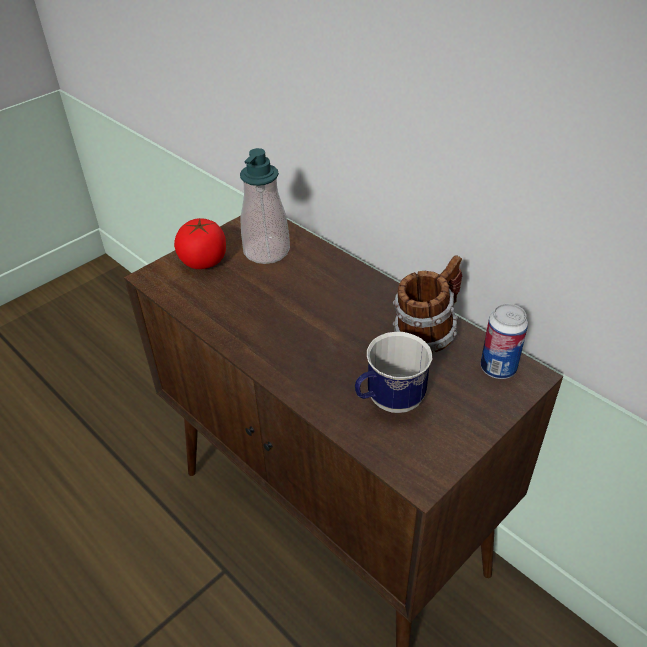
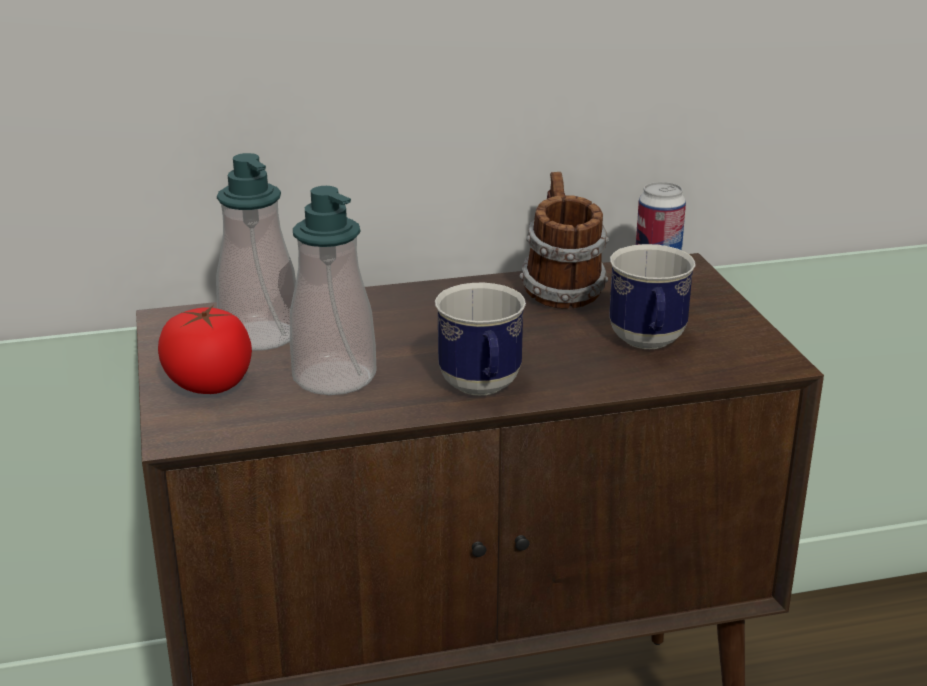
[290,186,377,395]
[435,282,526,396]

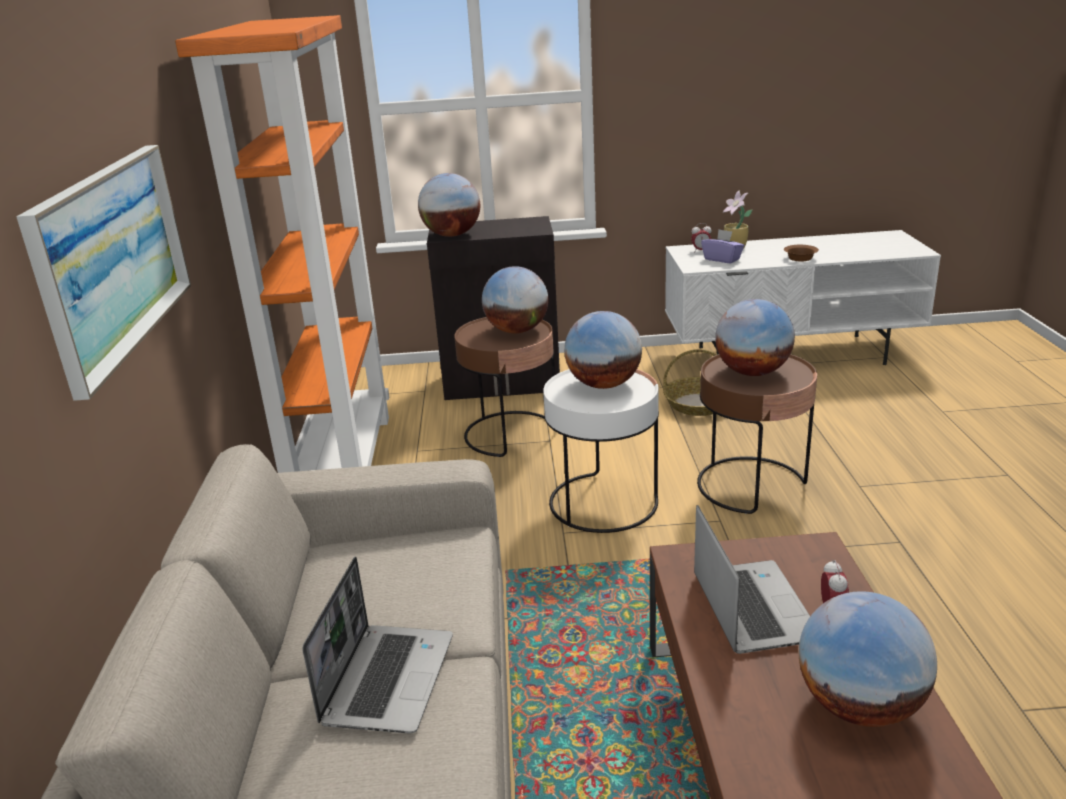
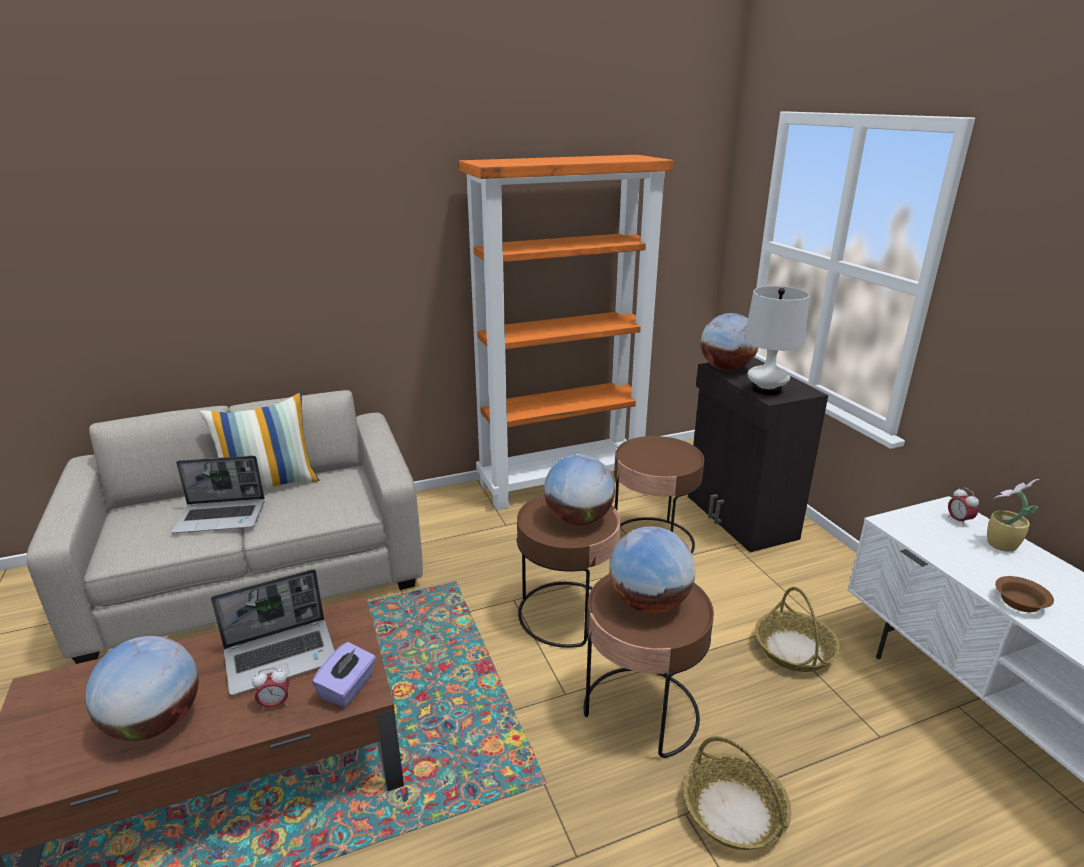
[200,393,319,489]
[312,642,376,707]
[517,495,620,648]
[684,736,791,850]
[744,286,810,396]
[17,145,191,401] (first image)
[482,266,548,334] (first image)

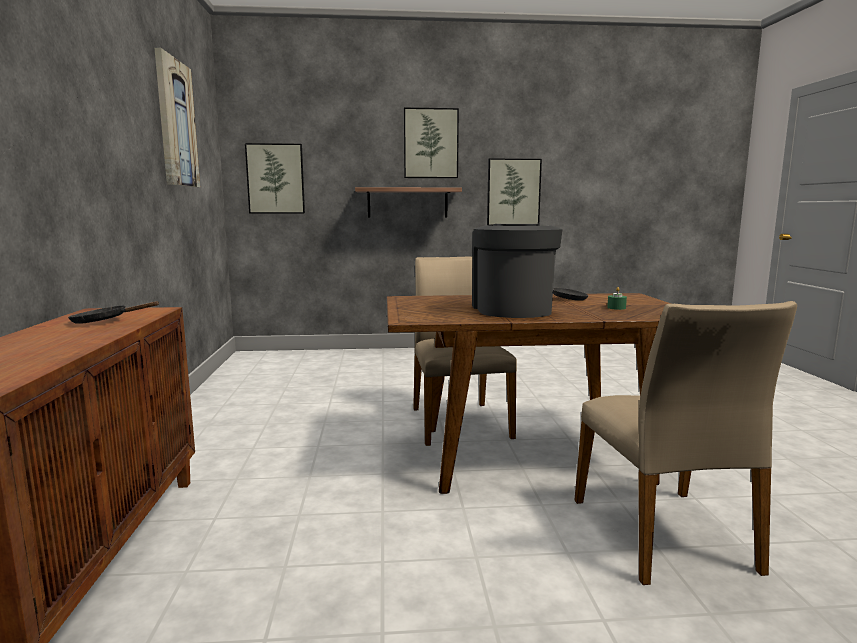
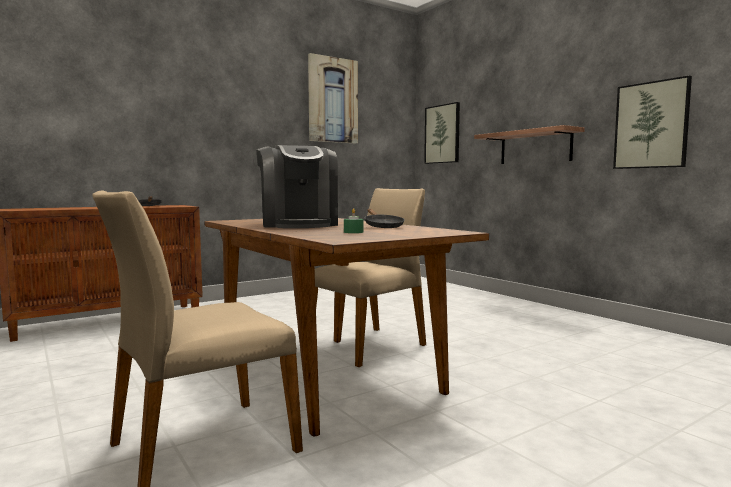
[256,145,338,228]
[404,107,459,178] (first image)

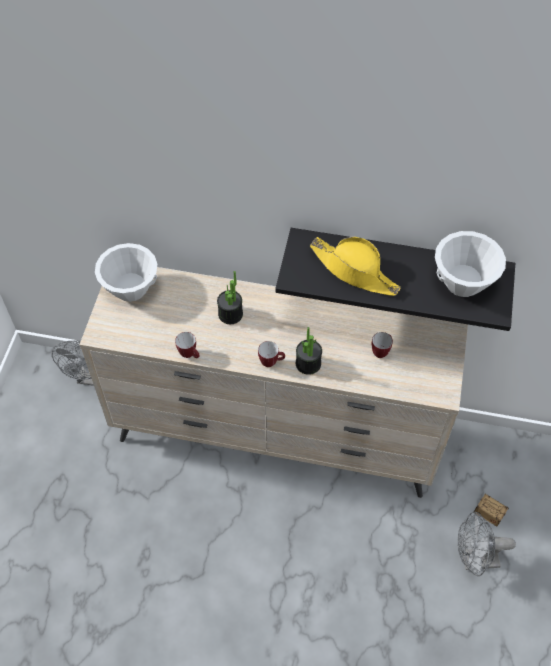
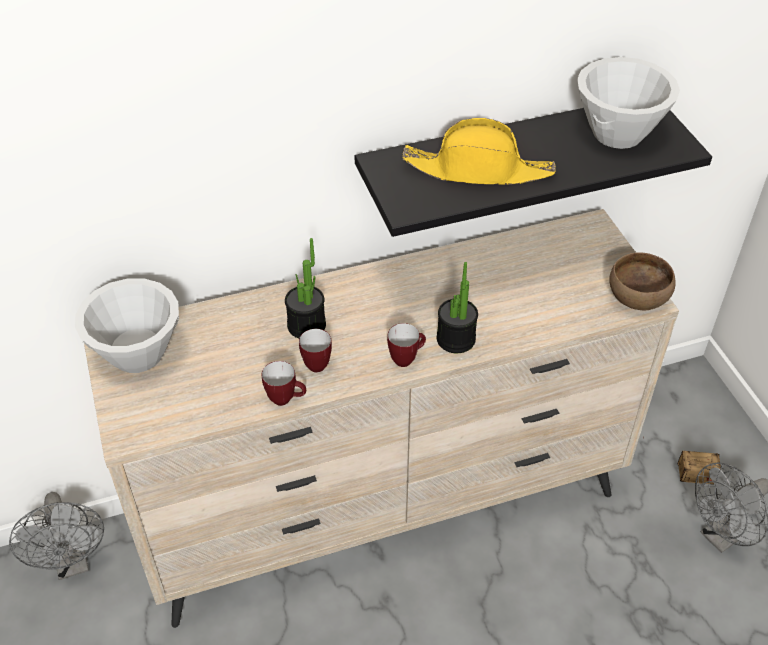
[299,329,332,373]
[609,252,676,310]

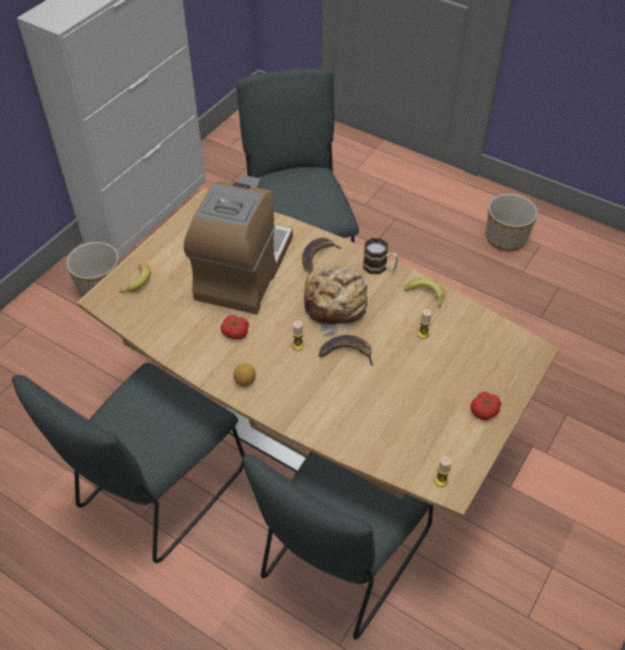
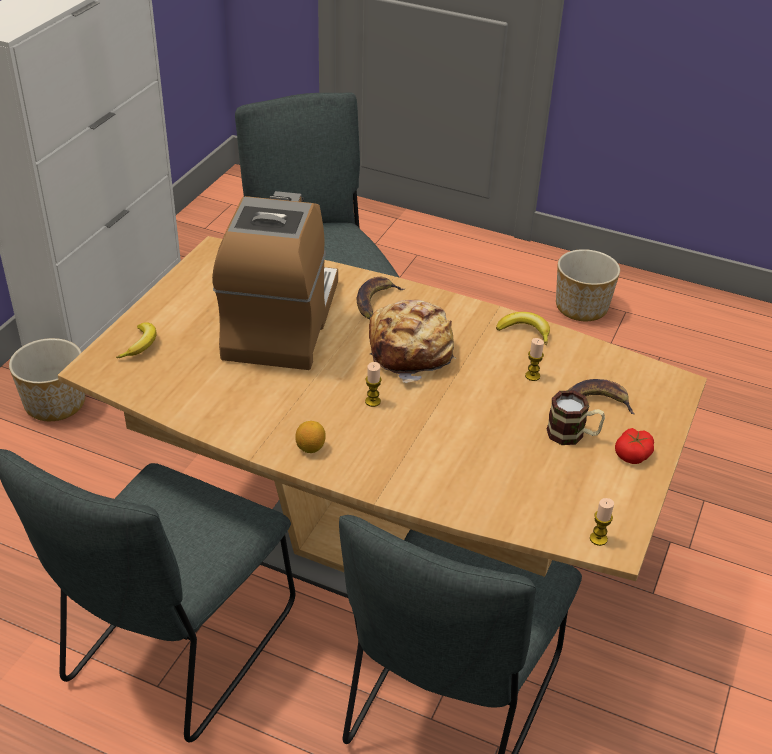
[547,390,605,445]
[567,379,634,414]
[221,315,249,340] (first image)

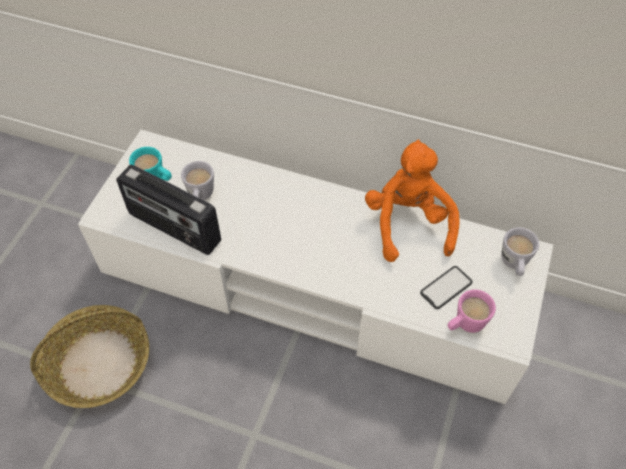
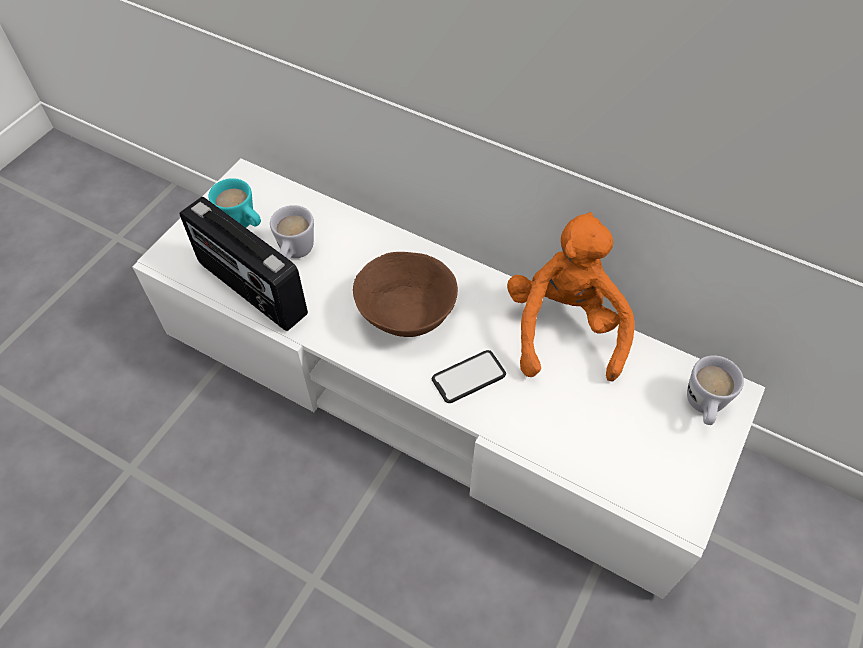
[353,252,458,337]
[432,350,506,403]
[30,305,149,408] (first image)
[447,290,496,333] (first image)

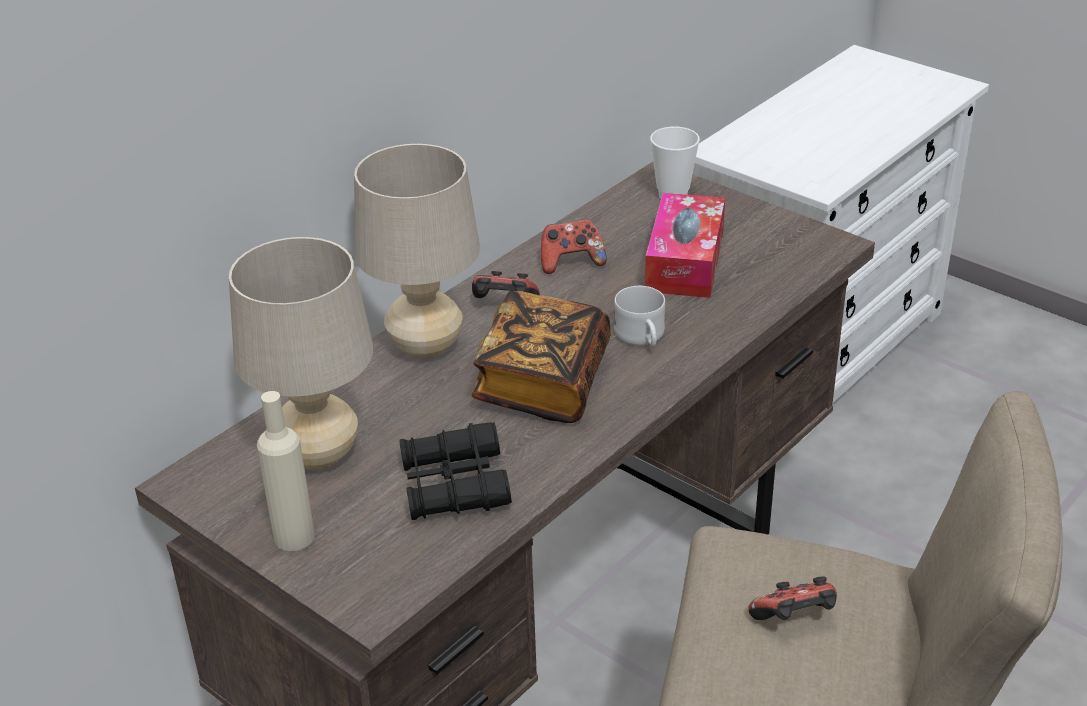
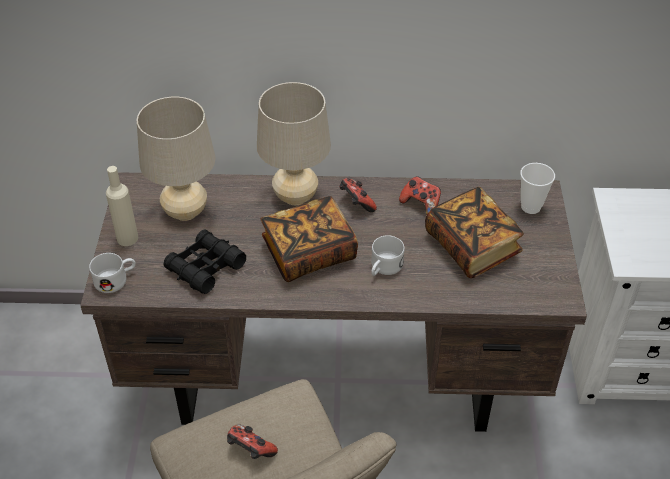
[89,253,136,293]
[425,187,524,278]

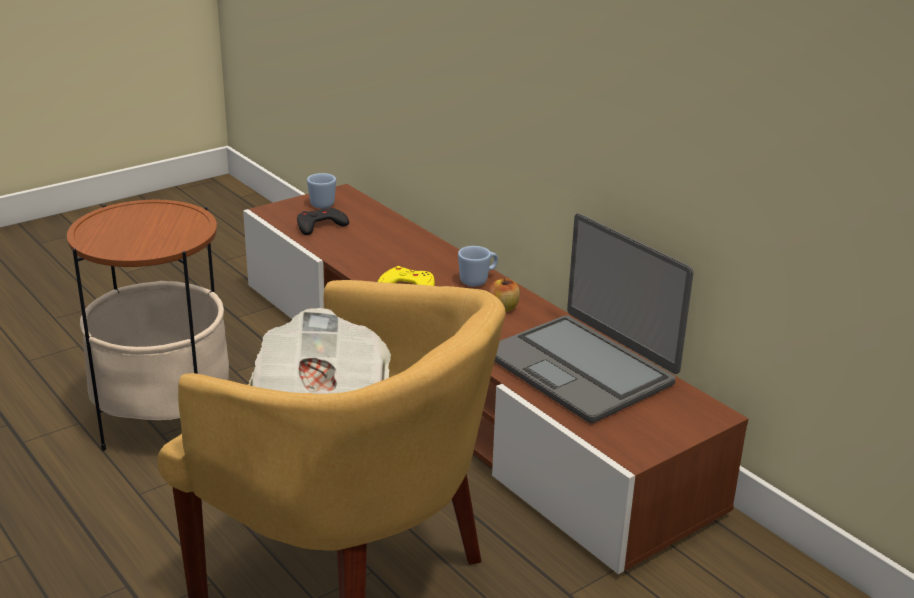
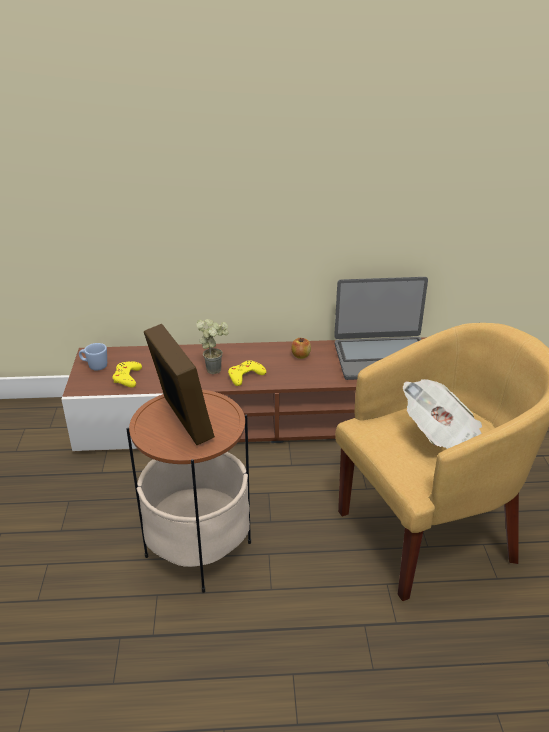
[112,361,142,388]
[144,324,215,445]
[196,319,229,374]
[458,246,498,286] (first image)

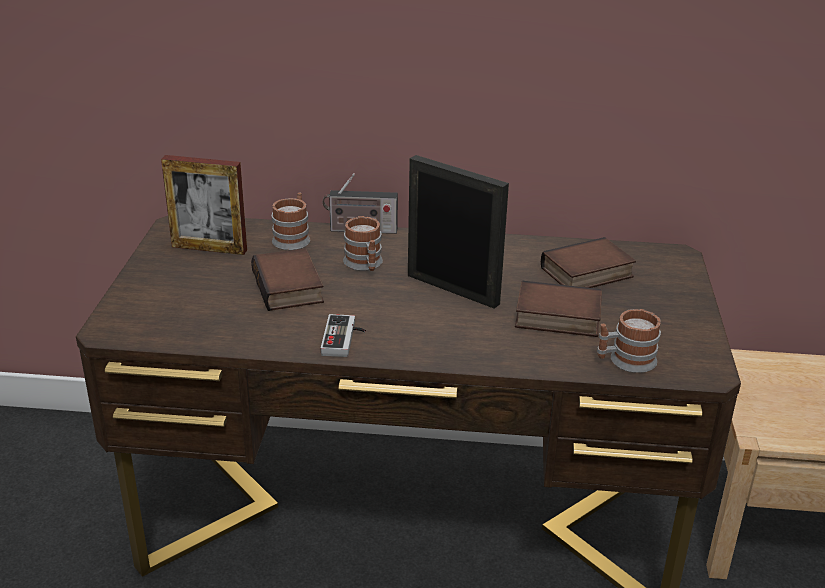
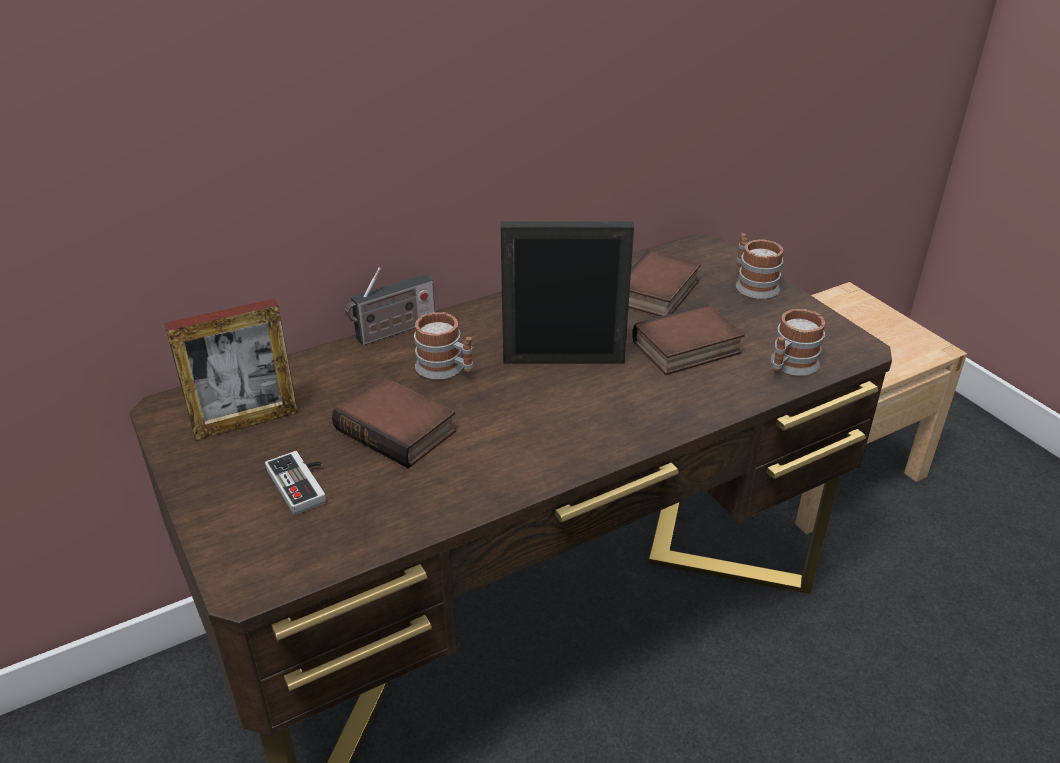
[265,451,326,515]
[736,233,783,299]

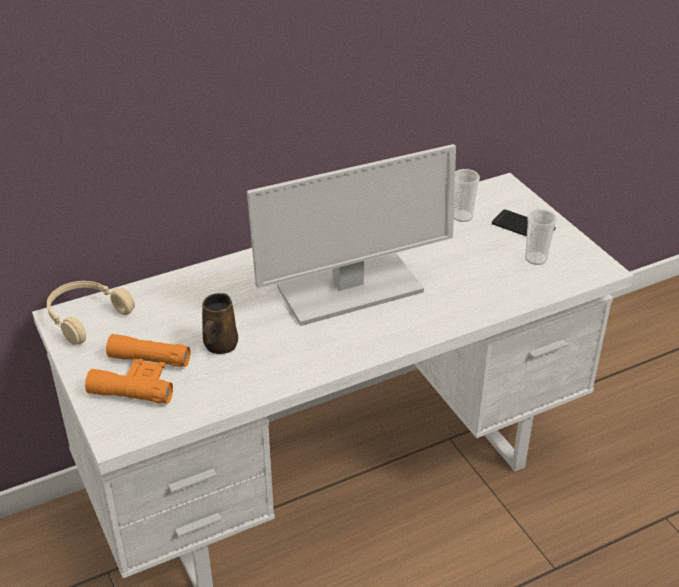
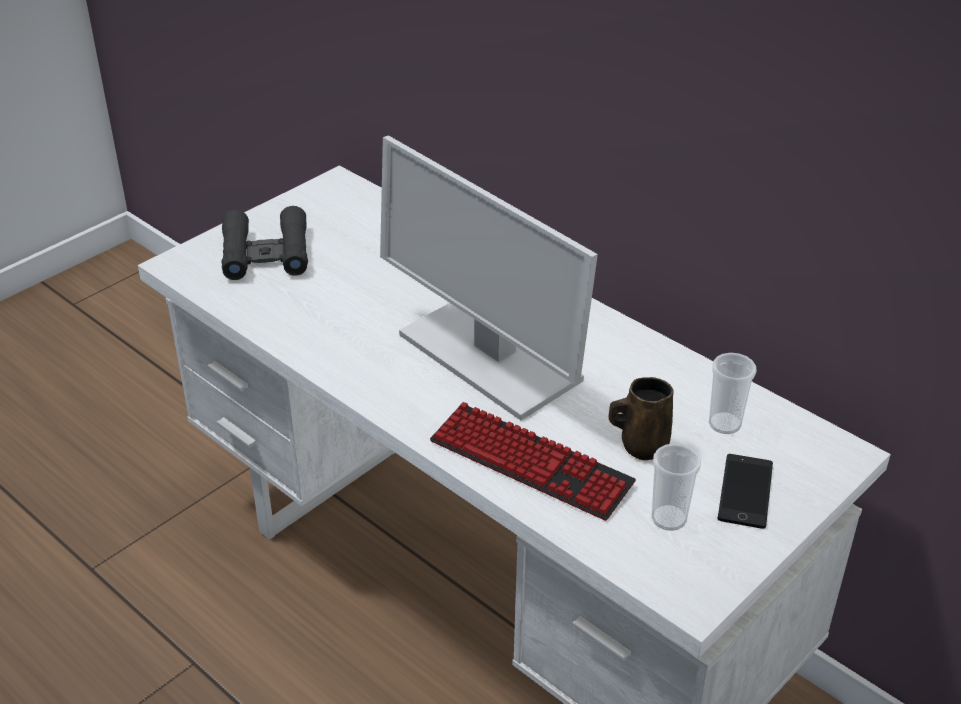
[222,206,308,280]
[430,402,636,521]
[608,377,674,460]
[47,281,135,345] (first image)

